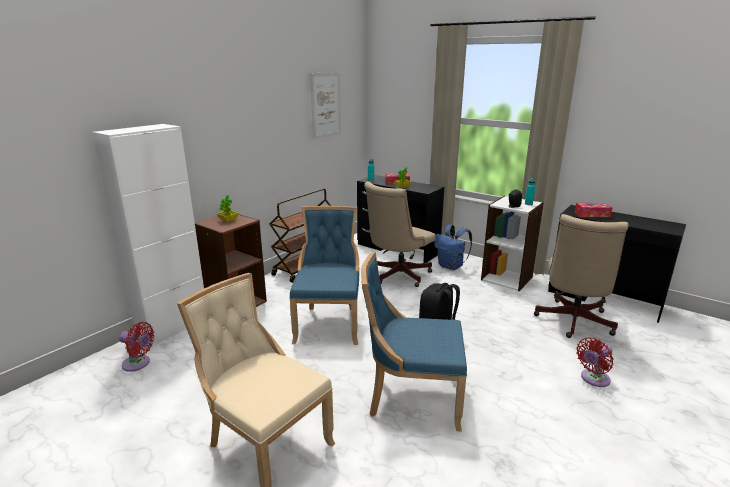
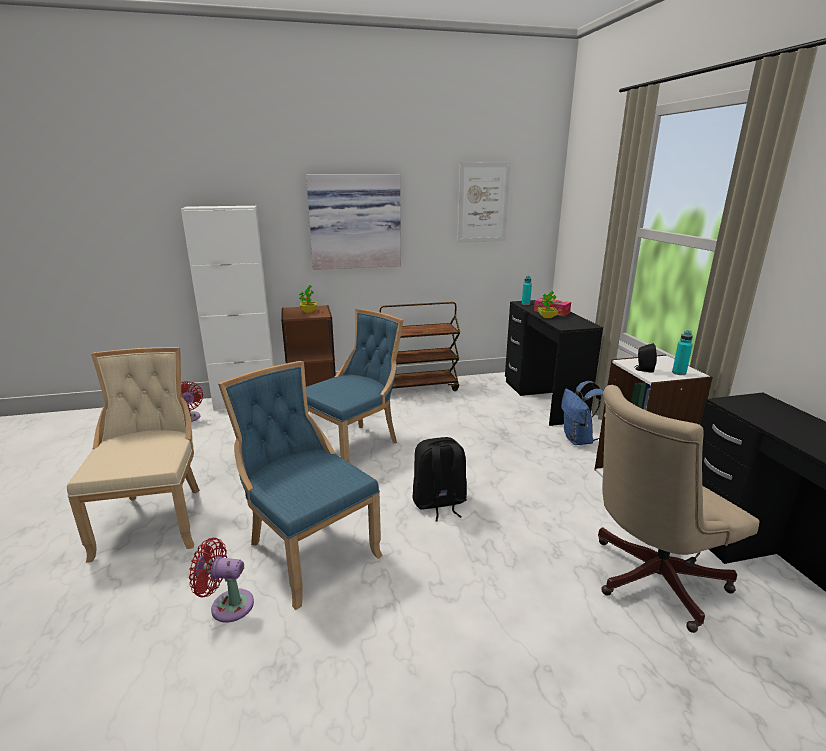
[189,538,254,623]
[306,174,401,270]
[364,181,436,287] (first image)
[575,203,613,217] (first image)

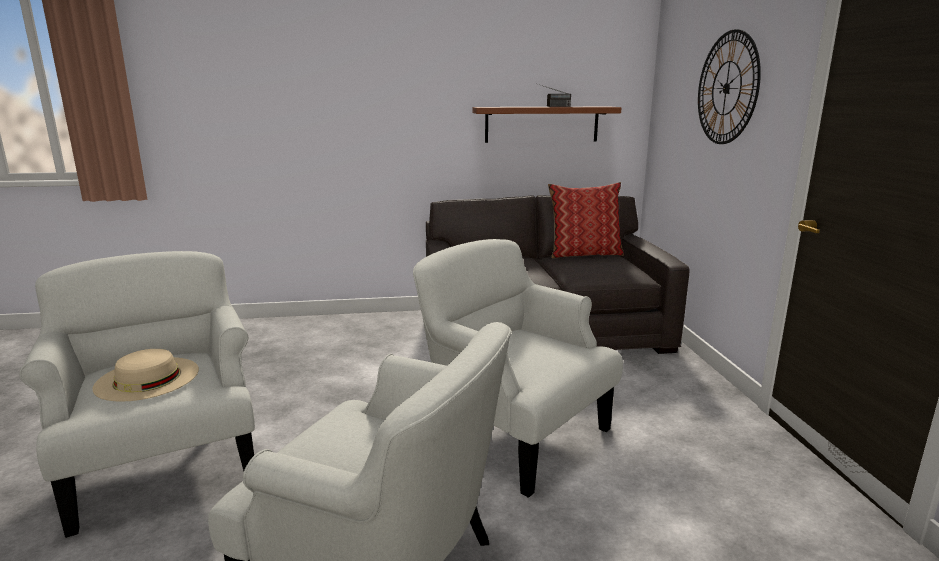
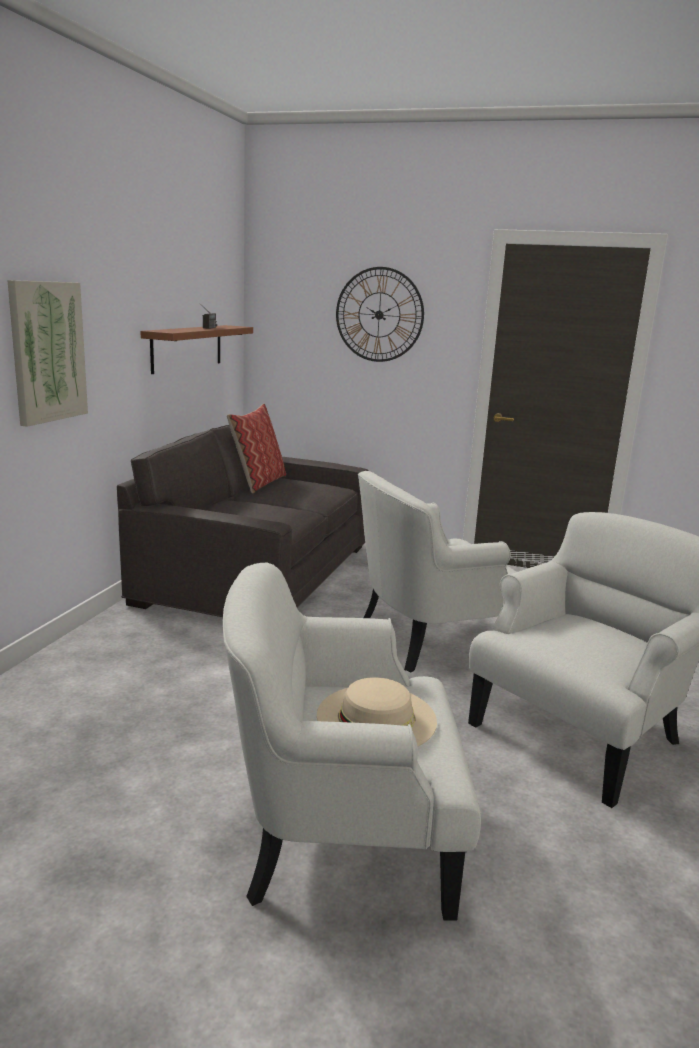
[7,280,88,427]

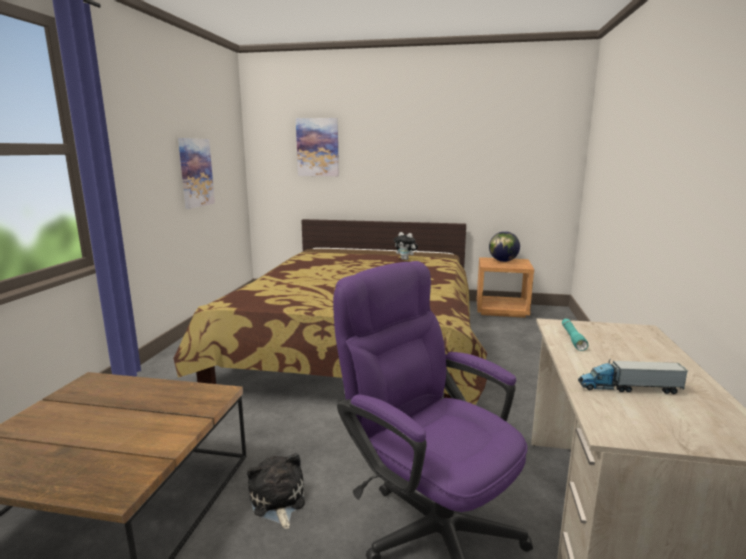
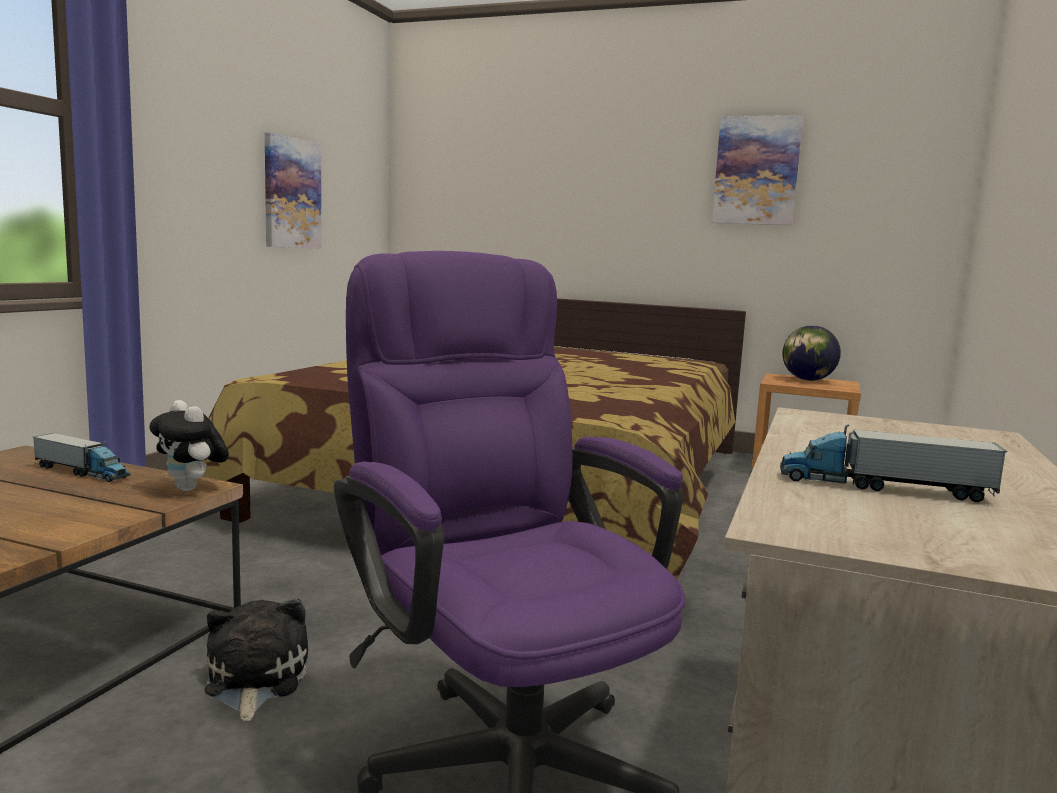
[33,433,131,482]
[150,400,229,491]
[712,115,803,225]
[562,319,588,351] (first image)

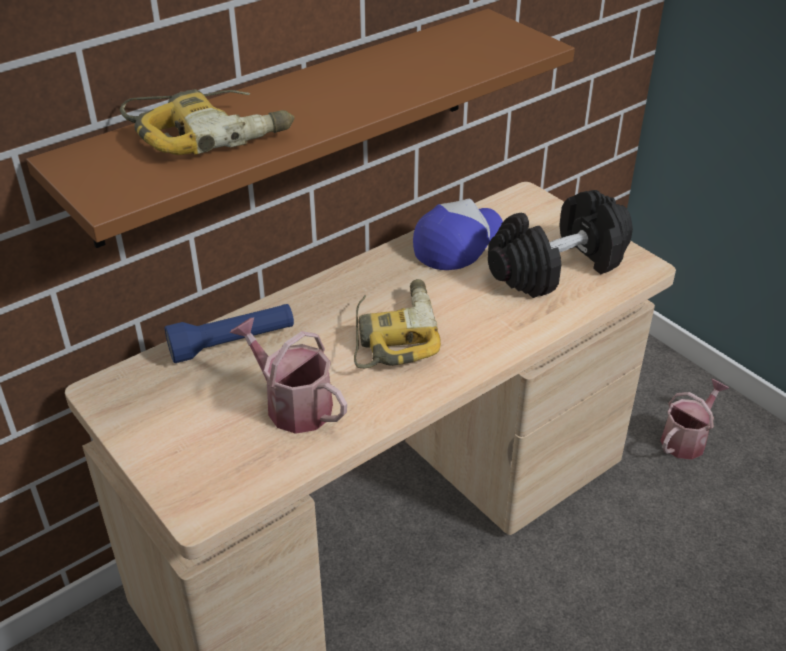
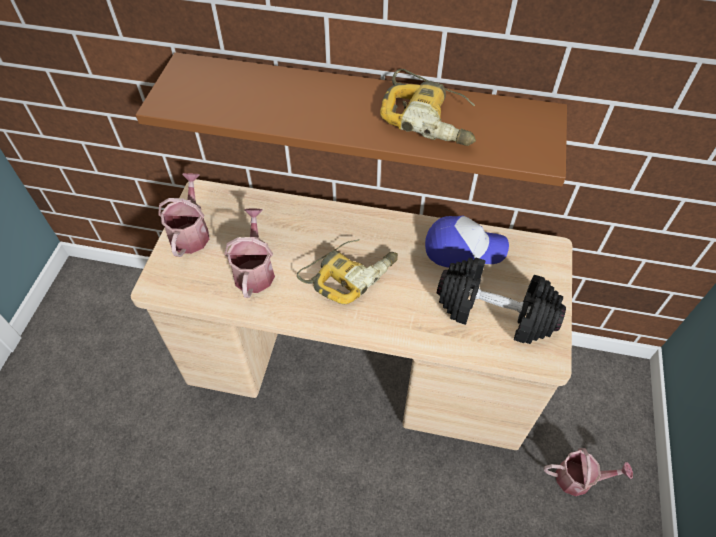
[158,173,209,257]
[380,69,476,146]
[165,304,294,363] (first image)

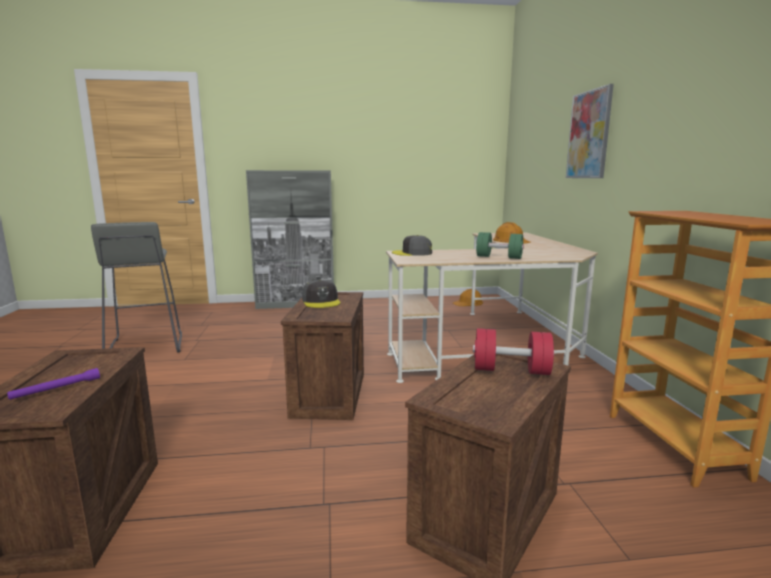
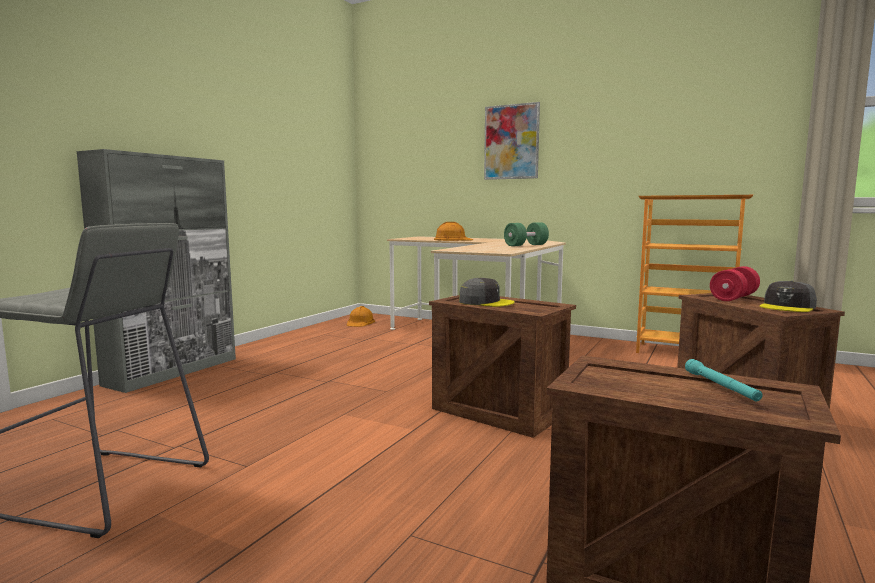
[685,359,763,401]
[760,280,817,312]

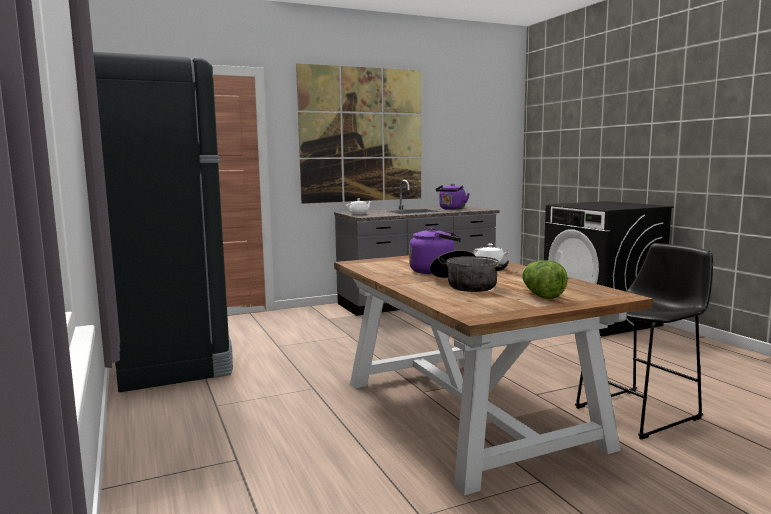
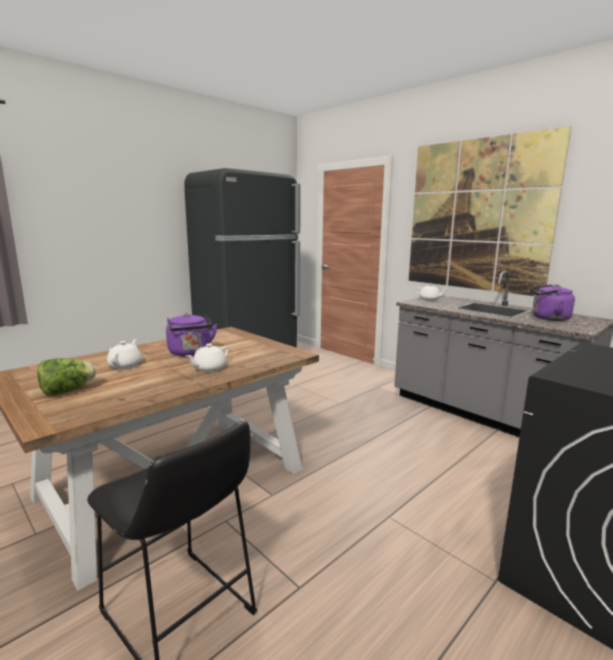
[107,339,142,369]

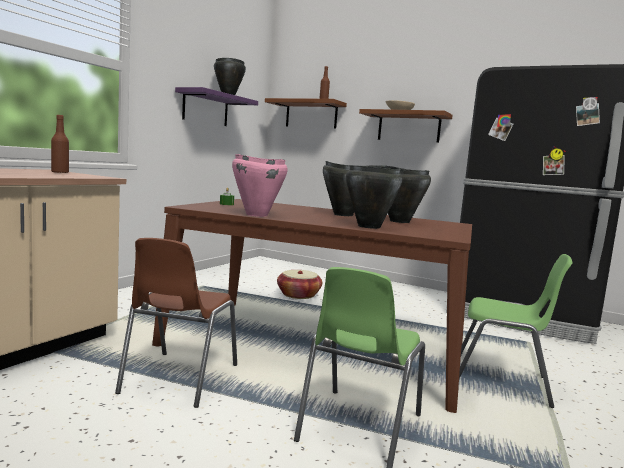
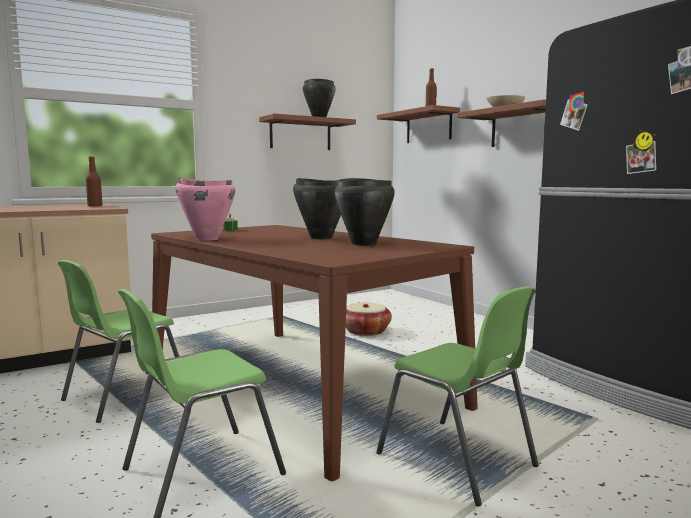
[58,260,179,423]
[259,114,356,150]
[346,165,402,229] (first image)

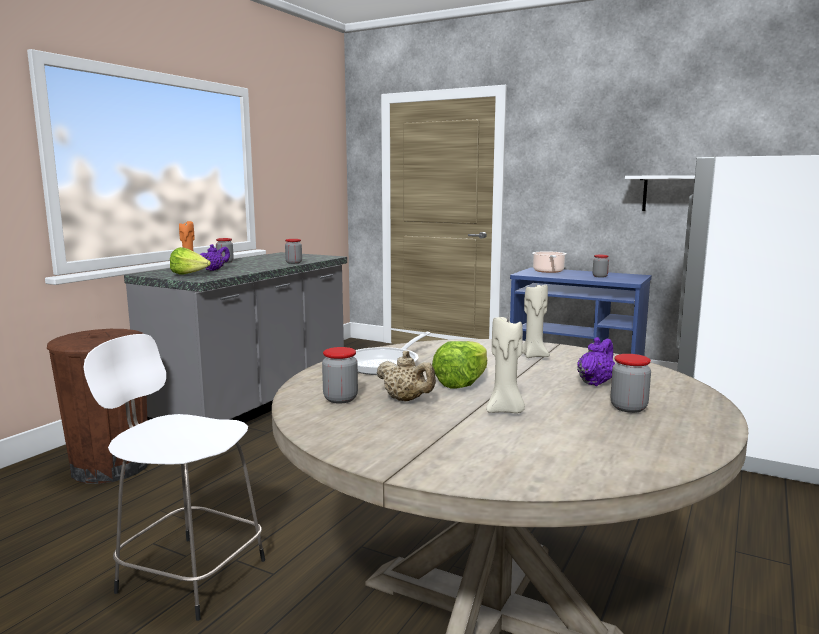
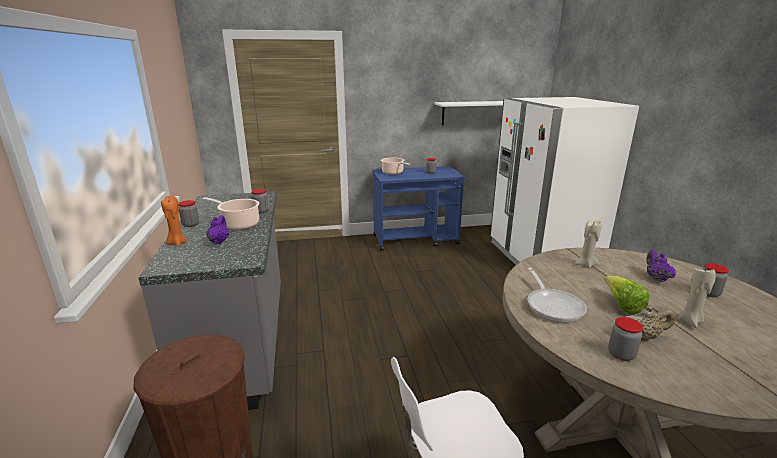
[202,197,259,230]
[170,247,211,275] (first image)

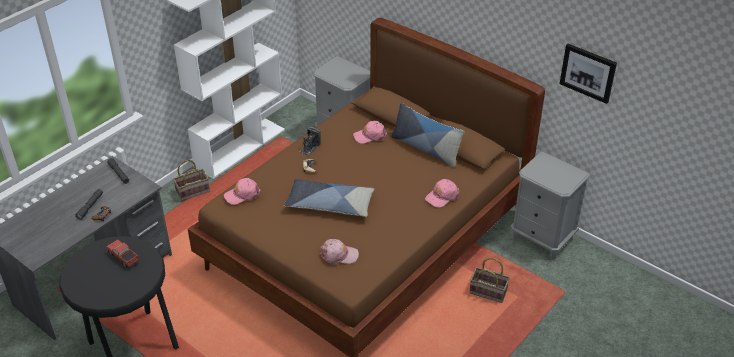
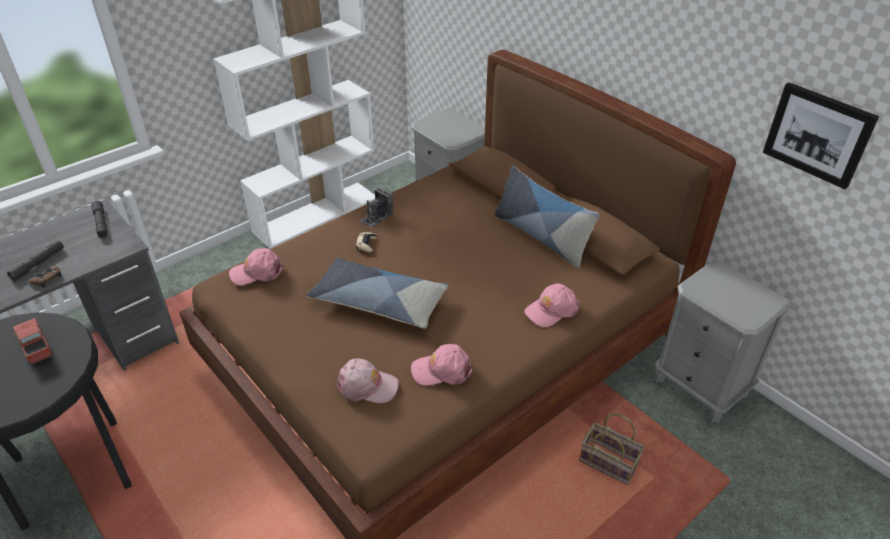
[411,344,472,386]
[173,160,210,201] (first image)

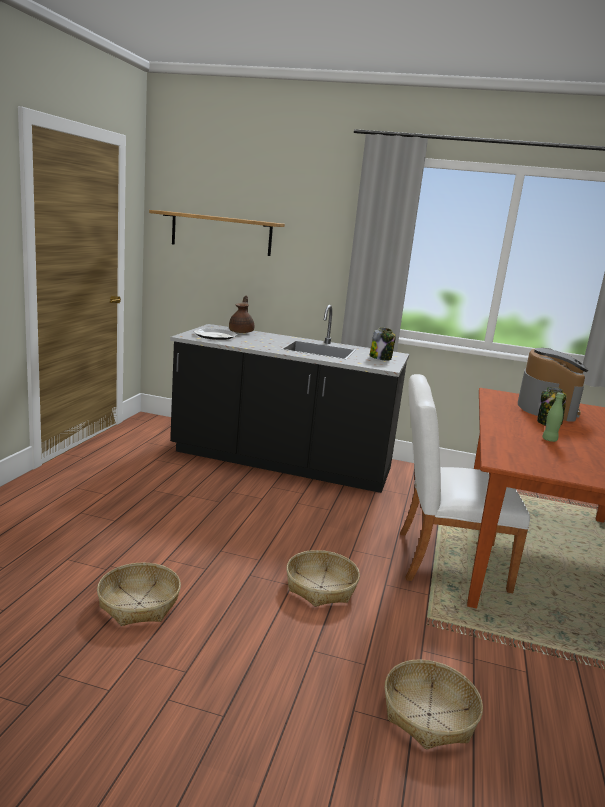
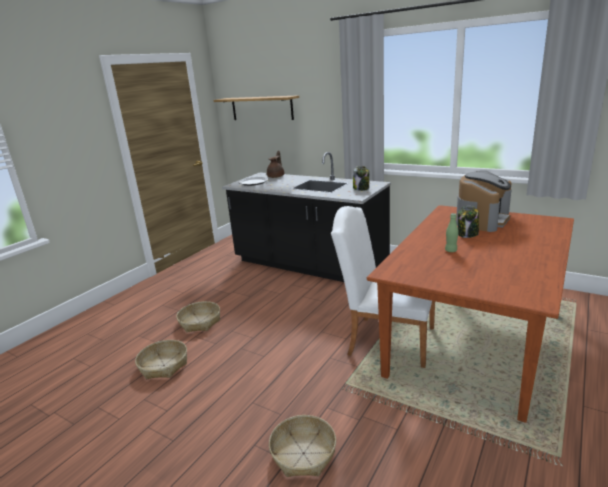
[176,301,220,333]

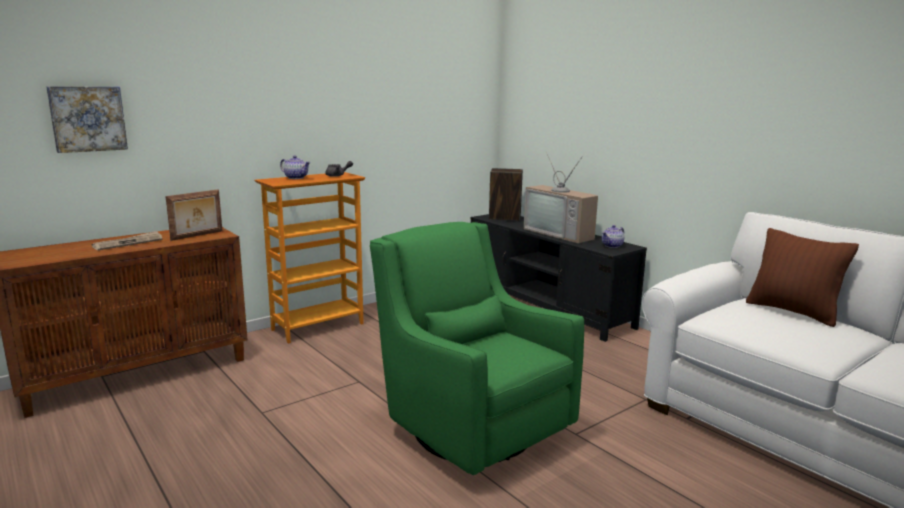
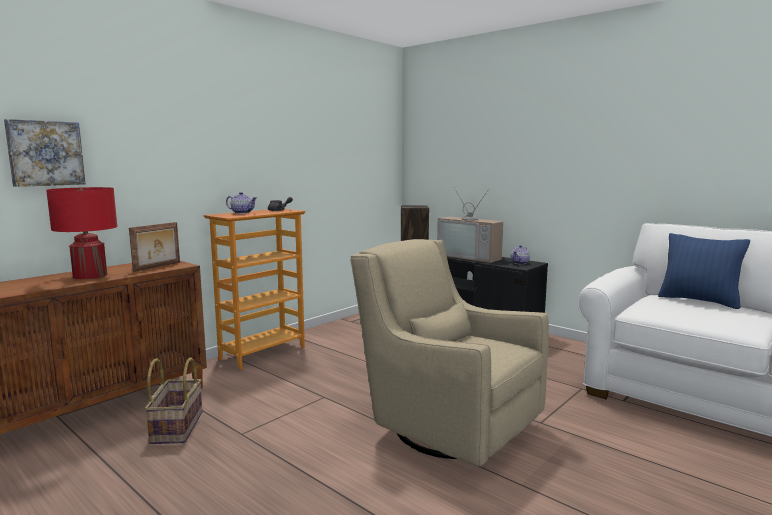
[46,187,117,279]
[145,357,203,444]
[351,239,549,467]
[658,233,750,309]

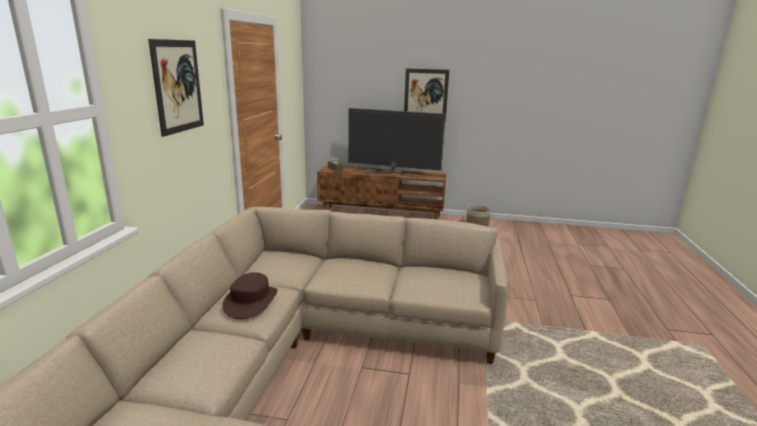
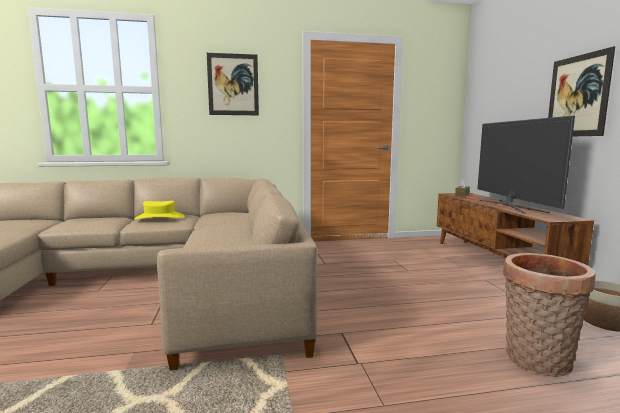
[134,201,184,220]
[503,253,596,377]

